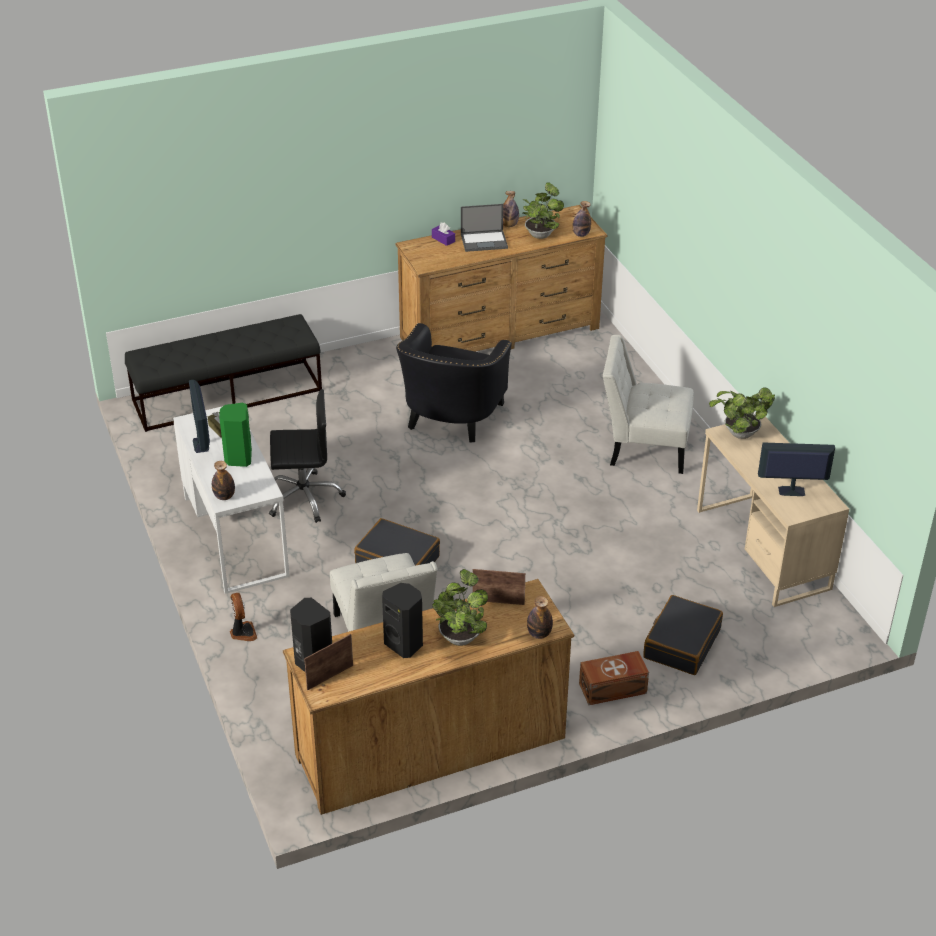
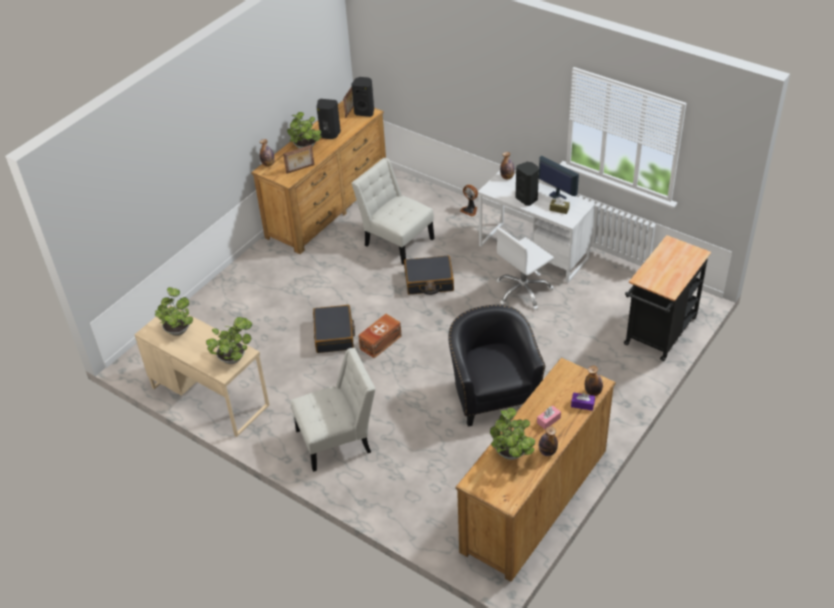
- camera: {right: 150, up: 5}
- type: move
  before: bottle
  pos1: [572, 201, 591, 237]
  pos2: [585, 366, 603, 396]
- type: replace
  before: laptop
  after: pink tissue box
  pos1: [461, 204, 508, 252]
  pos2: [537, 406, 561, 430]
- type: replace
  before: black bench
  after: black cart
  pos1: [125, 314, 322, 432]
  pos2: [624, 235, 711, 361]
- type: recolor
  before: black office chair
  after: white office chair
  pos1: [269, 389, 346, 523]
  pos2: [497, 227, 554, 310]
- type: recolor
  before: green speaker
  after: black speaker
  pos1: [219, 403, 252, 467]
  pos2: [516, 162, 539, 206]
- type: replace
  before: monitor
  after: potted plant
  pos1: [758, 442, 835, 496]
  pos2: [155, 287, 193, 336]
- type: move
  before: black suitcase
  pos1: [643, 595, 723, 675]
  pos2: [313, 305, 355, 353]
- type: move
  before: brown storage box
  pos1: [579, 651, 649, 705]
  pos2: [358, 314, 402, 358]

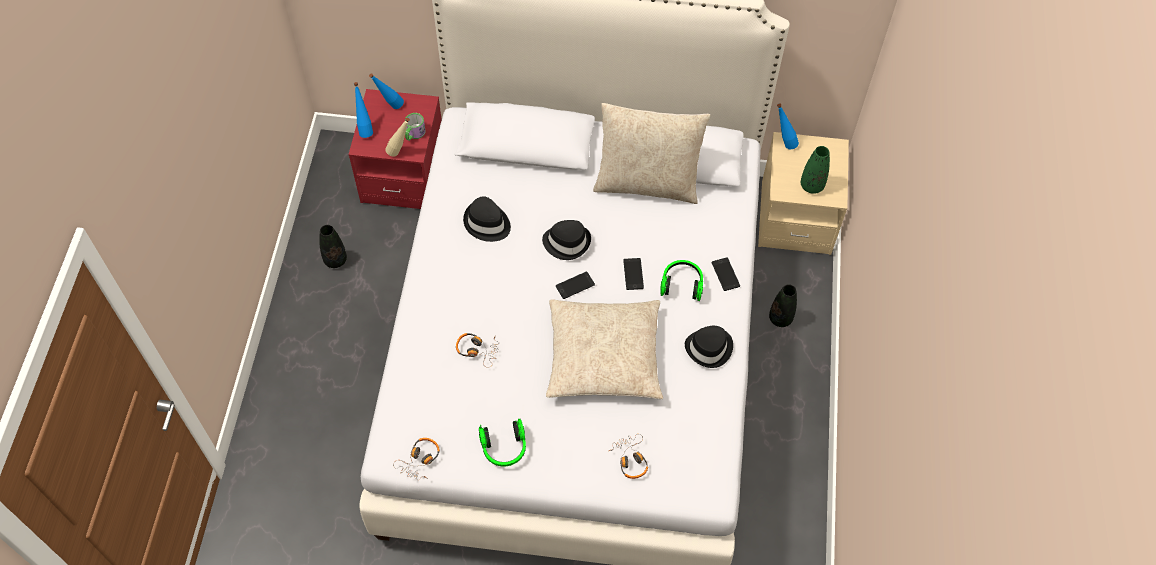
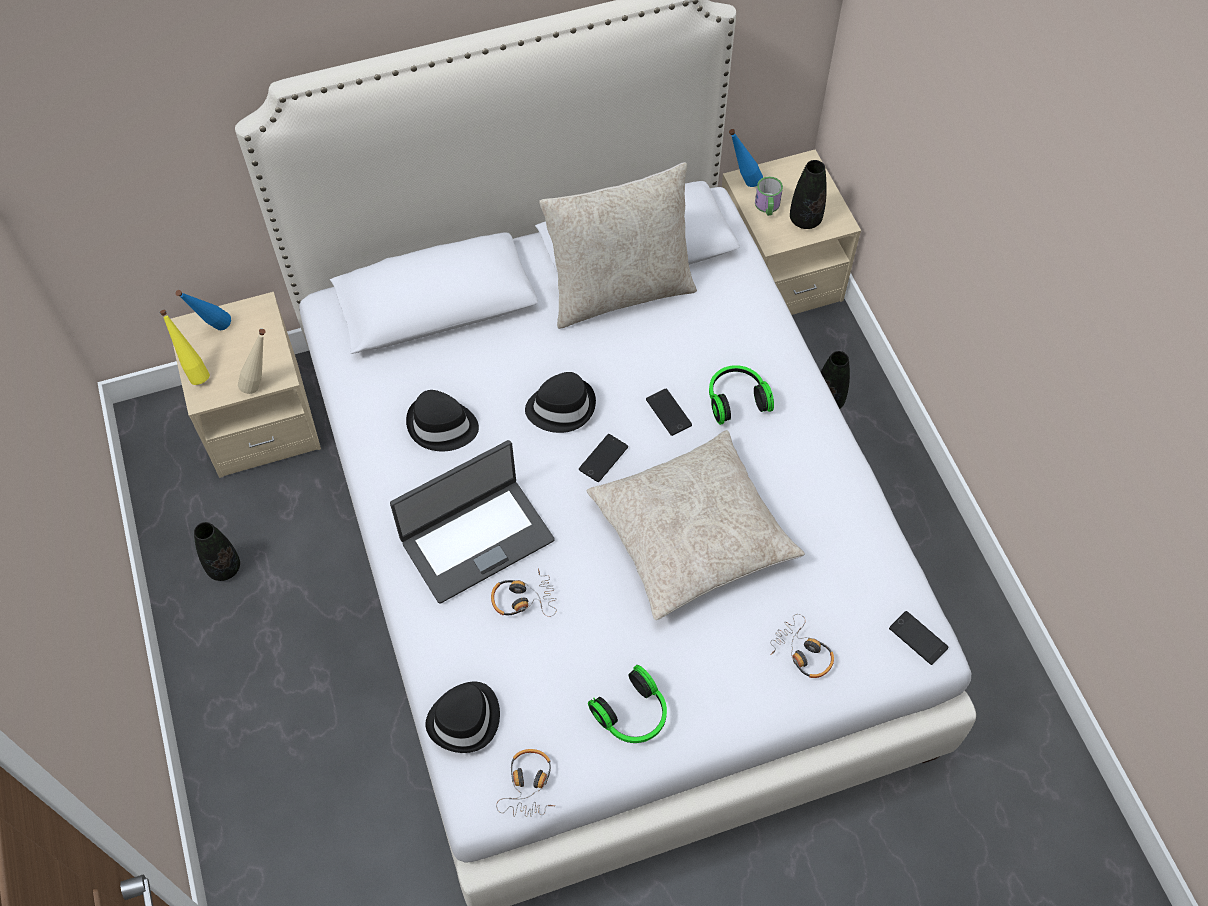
- camera: {right: -25, up: 0}
- type: recolor
  before: blue bottle
  after: yellow bottle
  pos1: [354, 82, 373, 138]
  pos2: [160, 310, 210, 385]
- type: recolor
  before: red nightstand
  after: beige nightstand
  pos1: [348, 89, 442, 209]
  pos2: [171, 292, 321, 478]
- type: move
  before: mug
  pos1: [405, 113, 426, 141]
  pos2: [755, 176, 783, 216]
- type: recolor
  before: green vase
  after: black vase
  pos1: [801, 146, 830, 194]
  pos2: [790, 160, 827, 229]
- type: move
  before: phone
  pos1: [712, 257, 740, 291]
  pos2: [889, 611, 948, 665]
- type: move
  before: black hat
  pos1: [685, 326, 733, 368]
  pos2: [425, 682, 500, 753]
- type: insert
  after: laptop
  pos2: [390, 440, 555, 604]

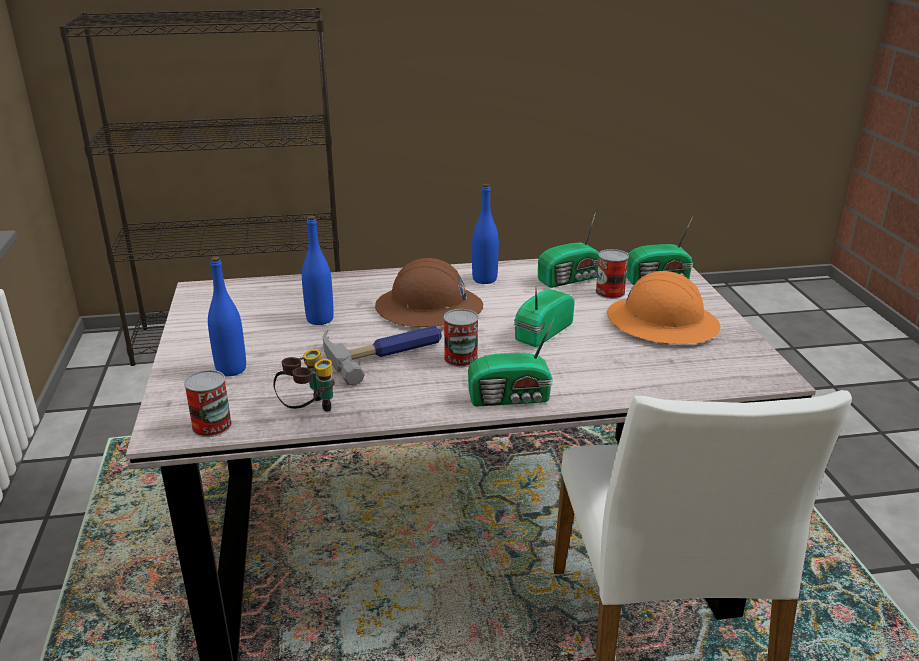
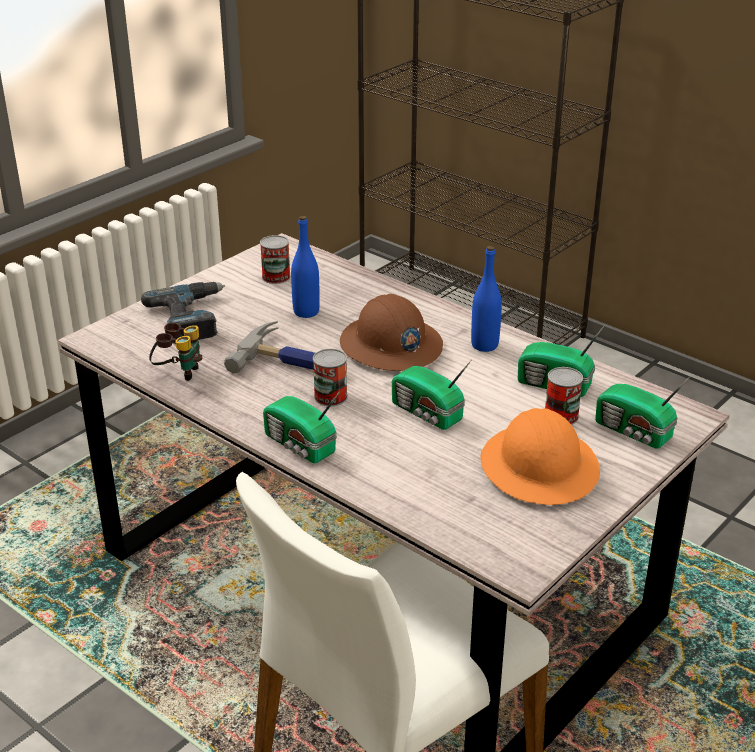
- camera: {right: 50, up: 5}
- type: replace
  before: blue bottle
  after: power drill
  pos1: [208, 256, 246, 376]
  pos2: [141, 282, 225, 344]
- type: rotate
  before: radio
  pos1: [514, 288, 575, 347]
  pos2: [392, 361, 471, 430]
  turn: -135
- type: move
  before: can
  pos1: [184, 370, 232, 437]
  pos2: [260, 235, 291, 284]

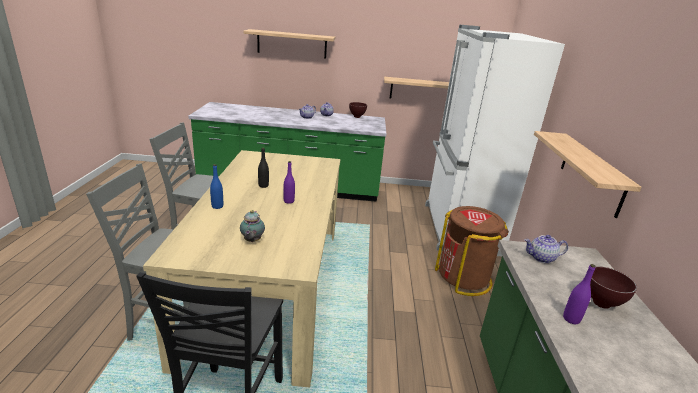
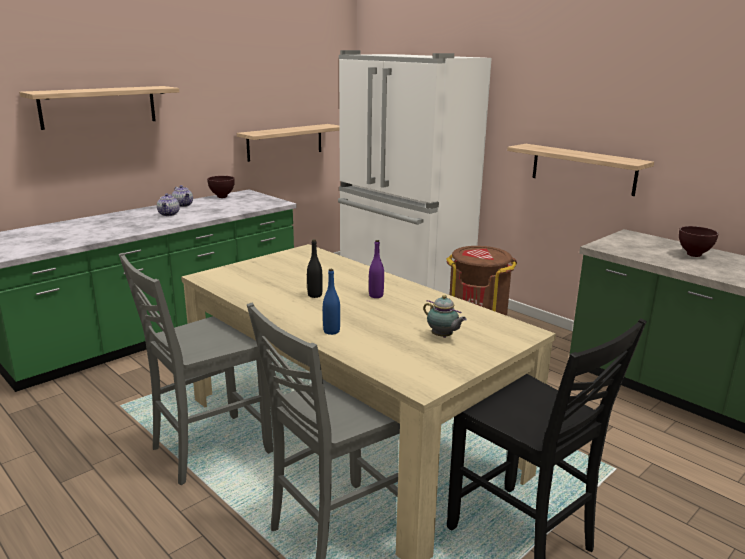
- camera: {right: -45, up: -5}
- type: delete
  before: teapot
  pos1: [525, 235, 568, 263]
- type: delete
  before: purple bottle
  pos1: [563, 264, 596, 324]

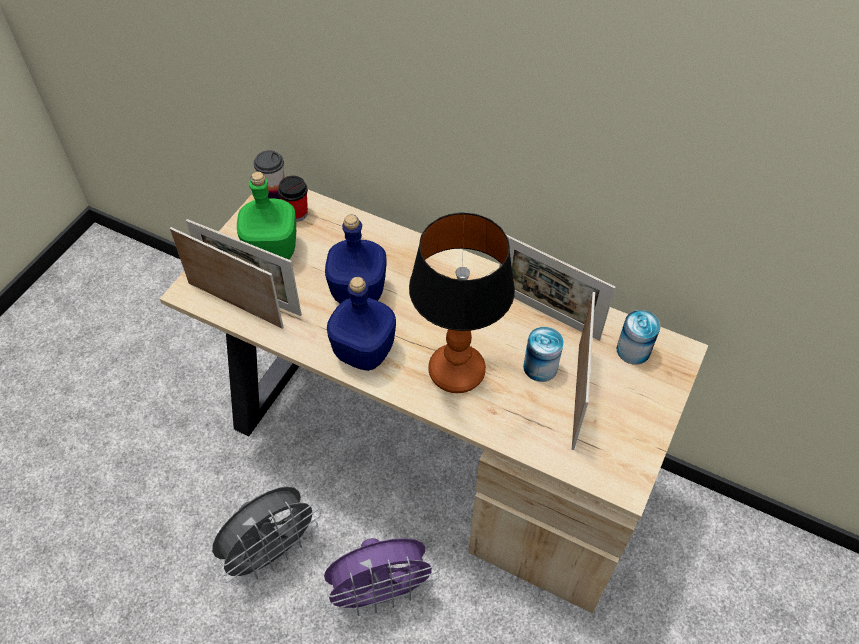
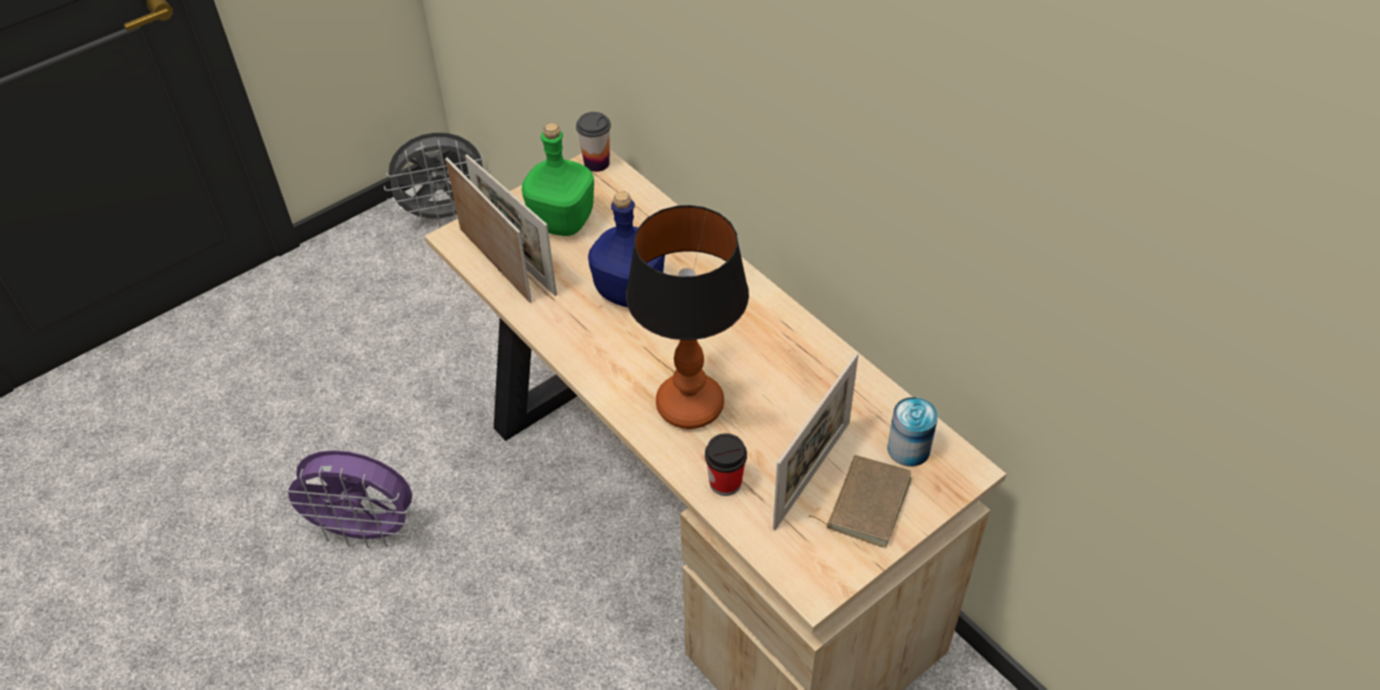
- camera: {right: 25, up: -5}
- type: move
  before: cup
  pos1: [278, 176, 308, 222]
  pos2: [705, 433, 747, 496]
- type: delete
  before: picture frame
  pos1: [499, 235, 615, 341]
- type: delete
  before: blue bottle
  pos1: [327, 277, 396, 371]
- type: delete
  before: can
  pos1: [523, 327, 564, 382]
- type: move
  before: grey fan
  pos1: [212, 487, 321, 585]
  pos2: [384, 132, 491, 226]
- type: move
  before: purple fan
  pos1: [321, 538, 440, 616]
  pos2: [279, 450, 414, 549]
- type: insert
  after: brown book
  pos2: [808, 455, 912, 548]

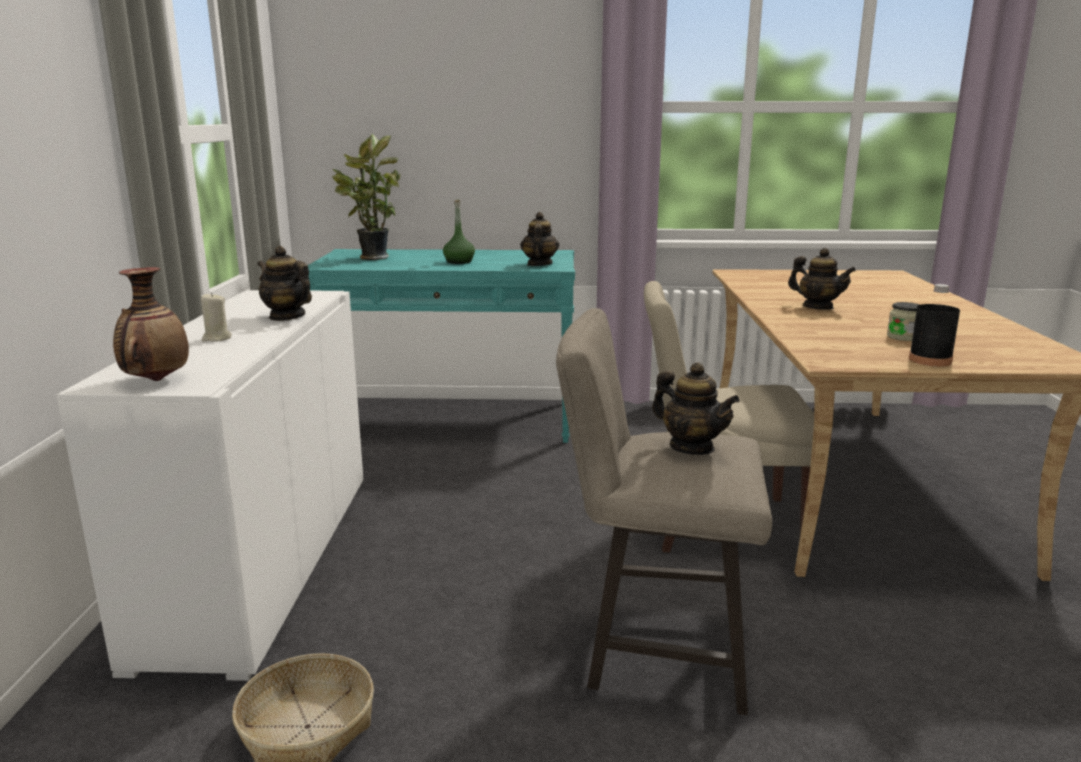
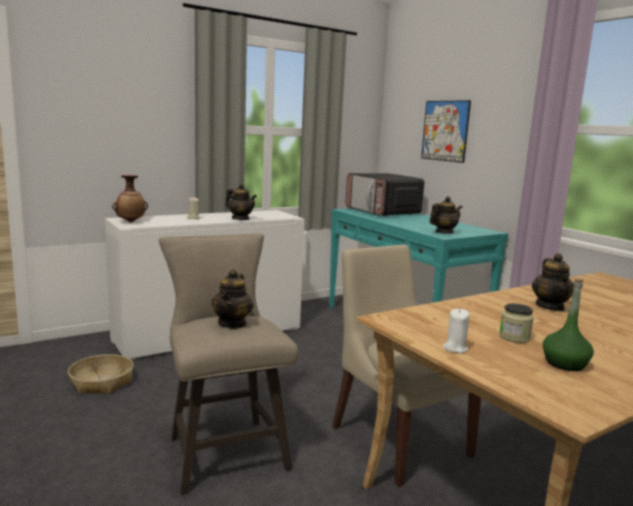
- camera: {right: 55, up: -5}
- type: replace
  before: potted plant
  after: microwave
  pos1: [332, 134, 401, 260]
  pos2: [346, 173, 424, 216]
- type: move
  before: green bottle
  pos1: [443, 200, 475, 264]
  pos2: [543, 279, 594, 371]
- type: rotate
  before: teapot
  pos1: [257, 246, 312, 321]
  pos2: [225, 184, 257, 220]
  turn: 120
- type: replace
  before: black bottle
  after: white candle
  pos1: [909, 284, 960, 366]
  pos2: [443, 309, 470, 353]
- type: insert
  after: picture
  pos2: [421, 100, 471, 163]

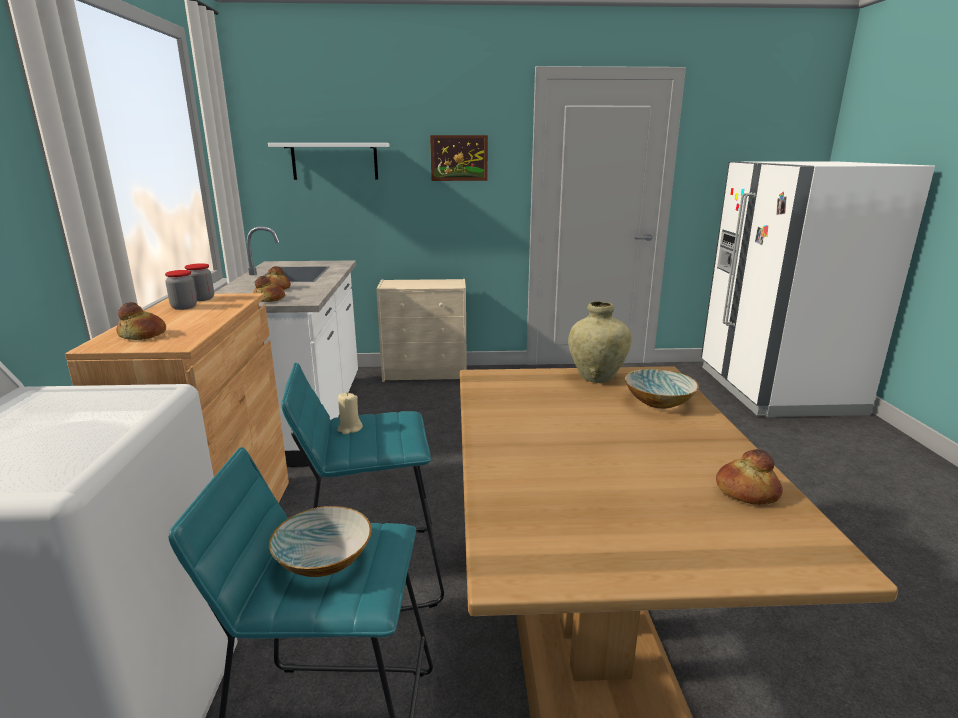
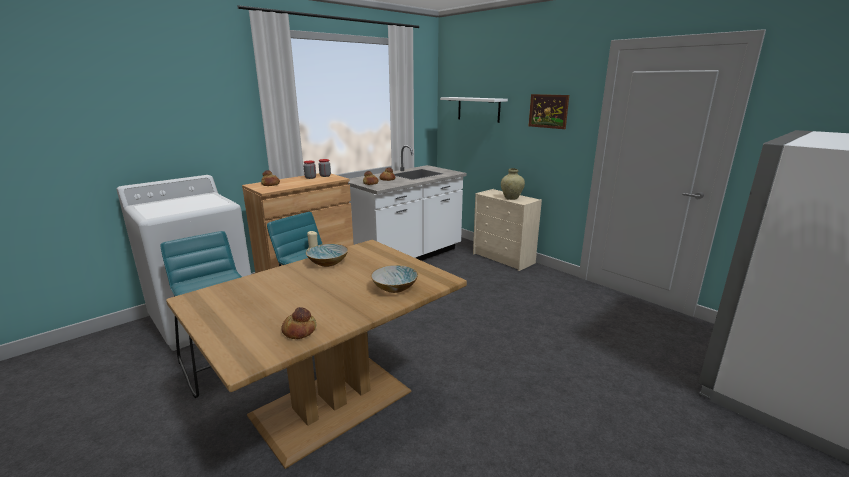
- camera: {right: 50, up: 0}
- type: move
  before: beige vase
  pos1: [568, 301, 632, 383]
  pos2: [501, 168, 525, 200]
- type: move
  before: bowl
  pos1: [269, 506, 372, 577]
  pos2: [306, 244, 348, 267]

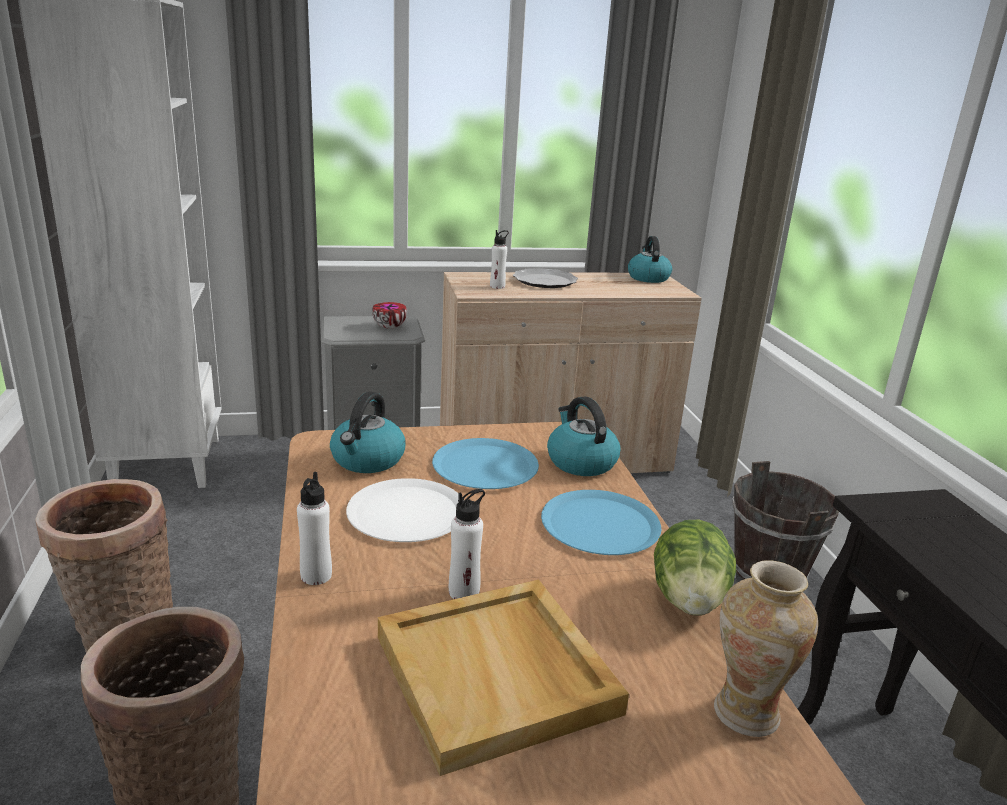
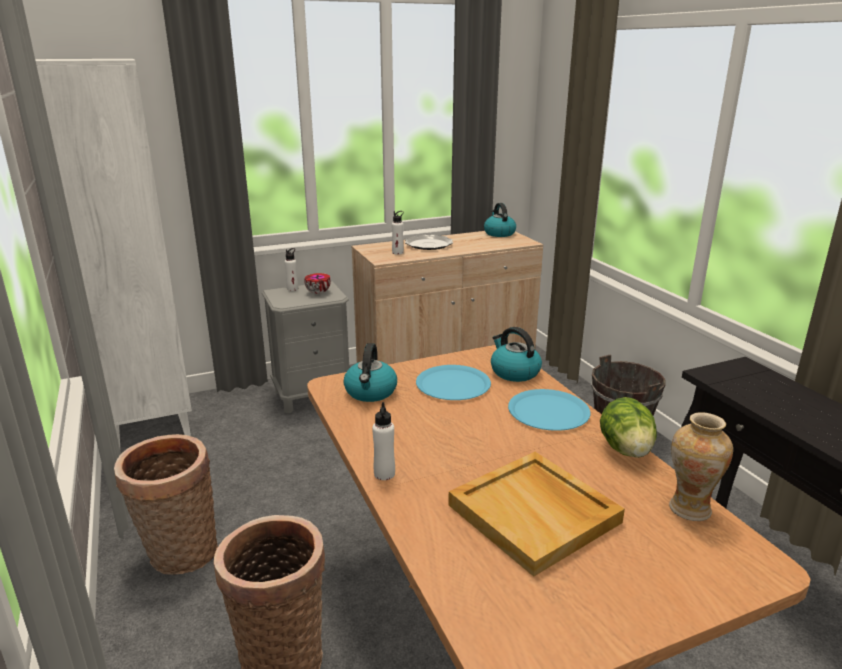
- camera: {right: -10, up: 0}
- type: delete
  before: white plate
  pos1: [346, 478, 464, 542]
- type: move
  before: white bottle
  pos1: [449, 489, 485, 599]
  pos2: [285, 248, 298, 291]

